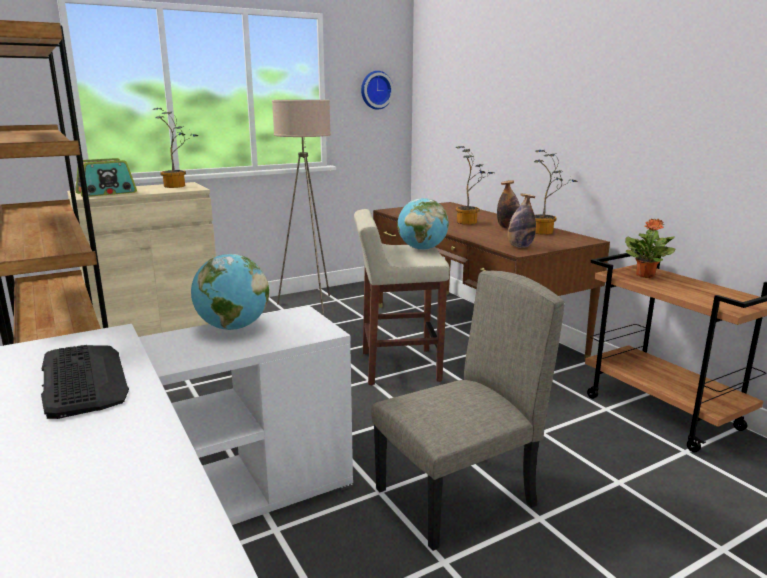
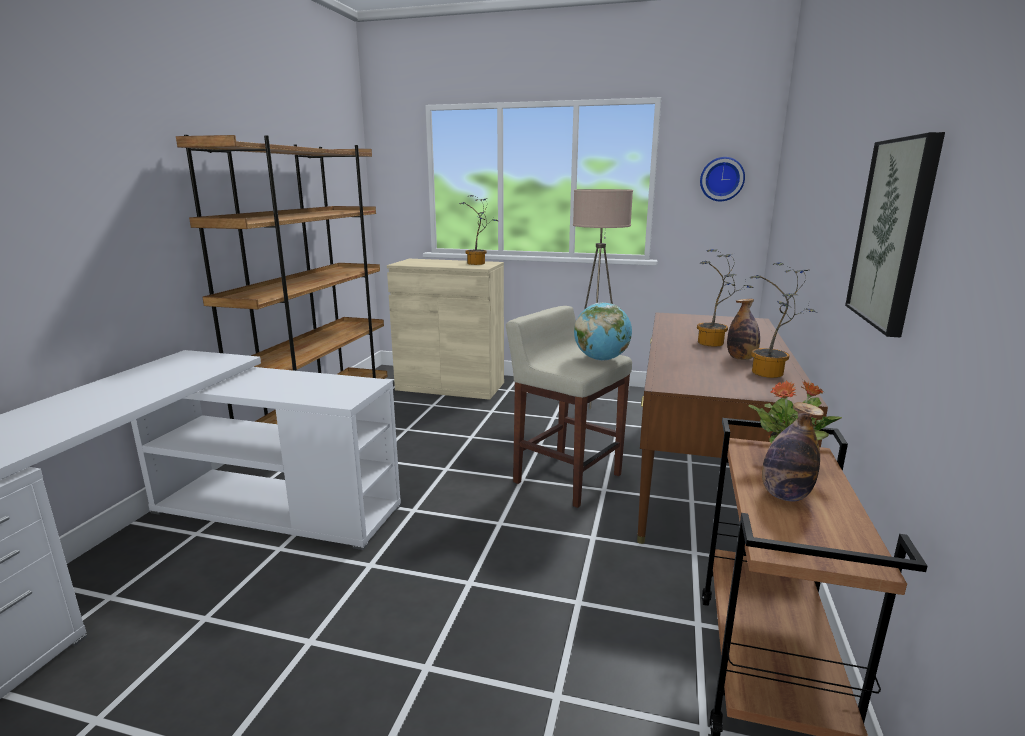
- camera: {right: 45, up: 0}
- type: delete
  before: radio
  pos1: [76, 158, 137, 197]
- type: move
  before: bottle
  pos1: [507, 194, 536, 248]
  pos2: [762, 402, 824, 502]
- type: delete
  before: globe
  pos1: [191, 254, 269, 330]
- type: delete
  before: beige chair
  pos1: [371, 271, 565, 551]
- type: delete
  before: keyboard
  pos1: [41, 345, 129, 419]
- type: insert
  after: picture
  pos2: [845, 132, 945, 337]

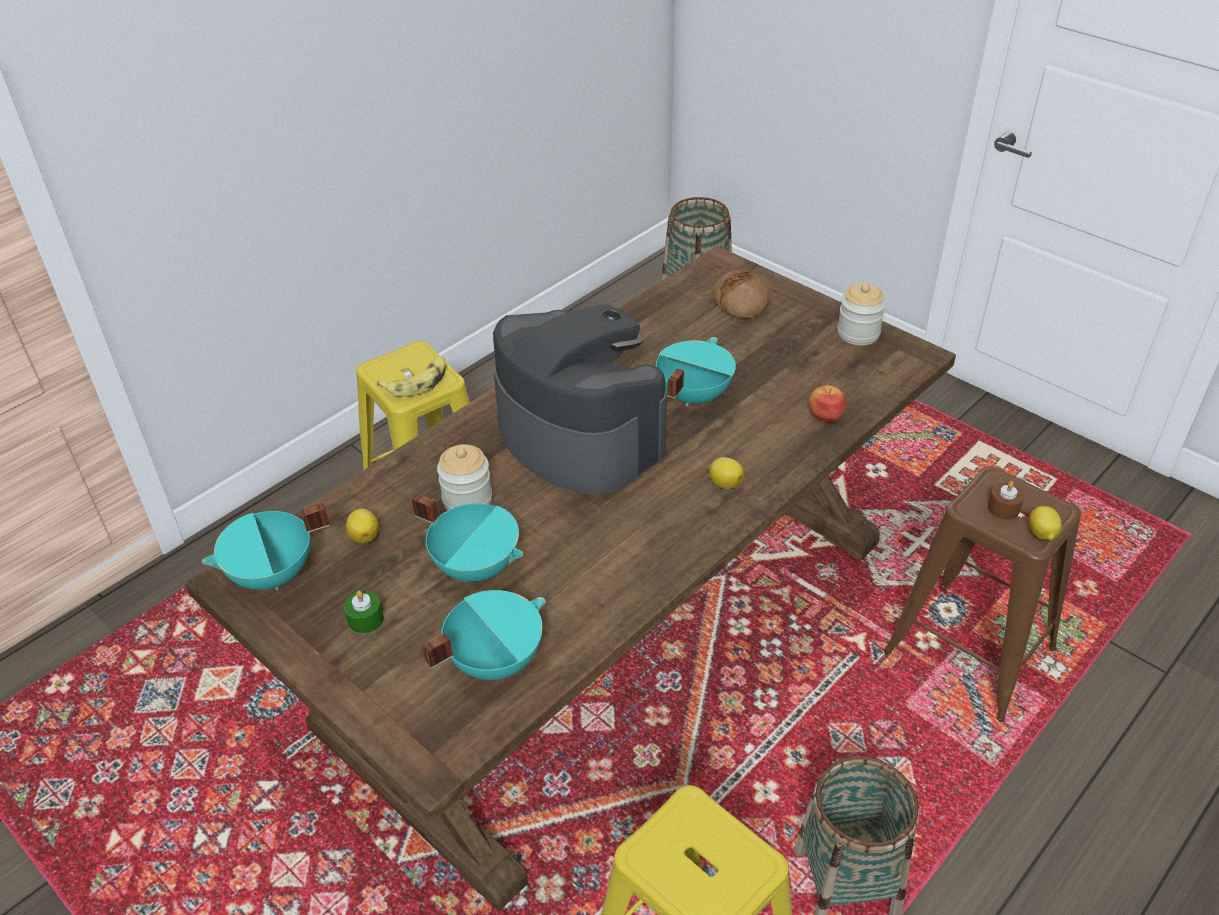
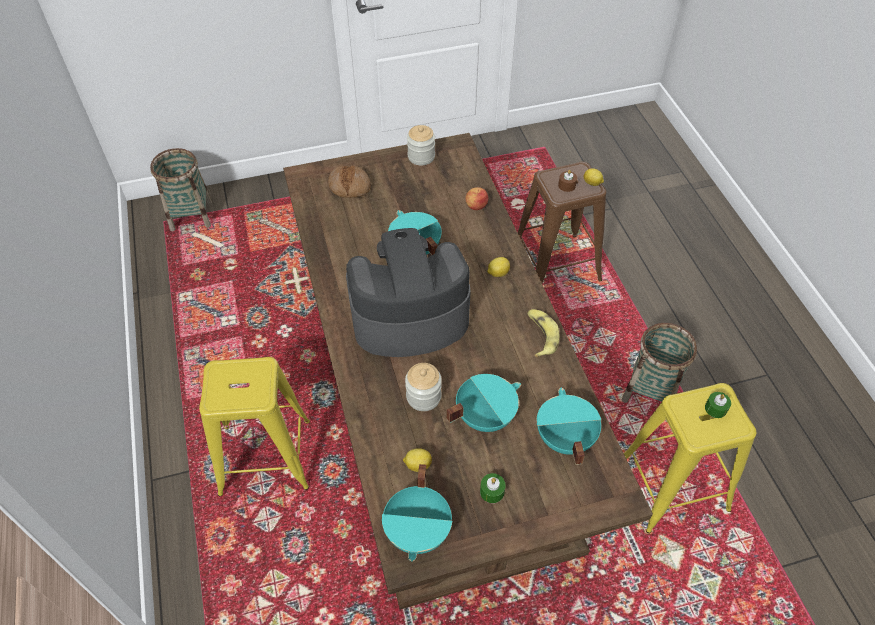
- camera: {right: -60, up: 10}
- type: move
  before: banana
  pos1: [377, 356, 446, 397]
  pos2: [527, 309, 560, 358]
- type: insert
  after: green candle
  pos2: [705, 392, 731, 418]

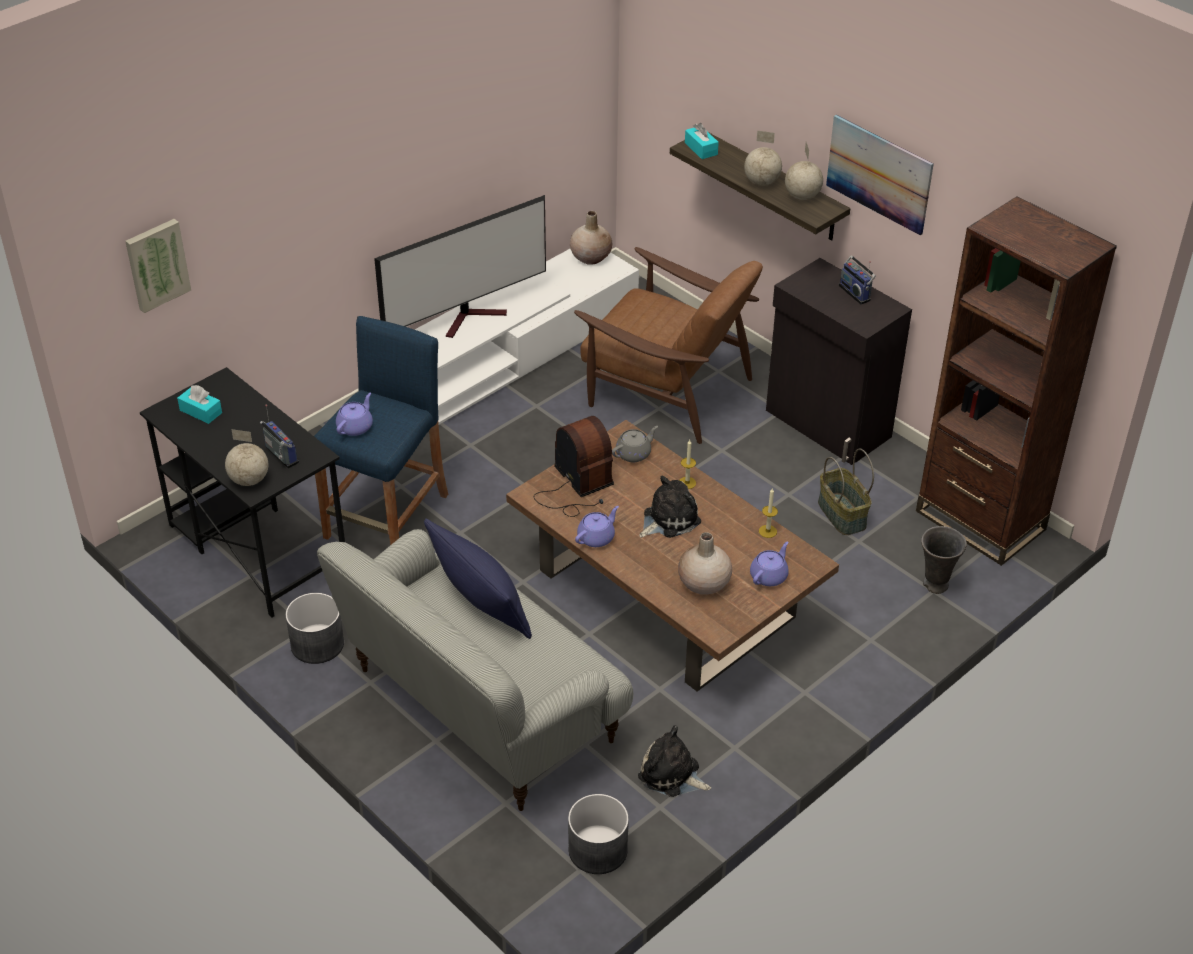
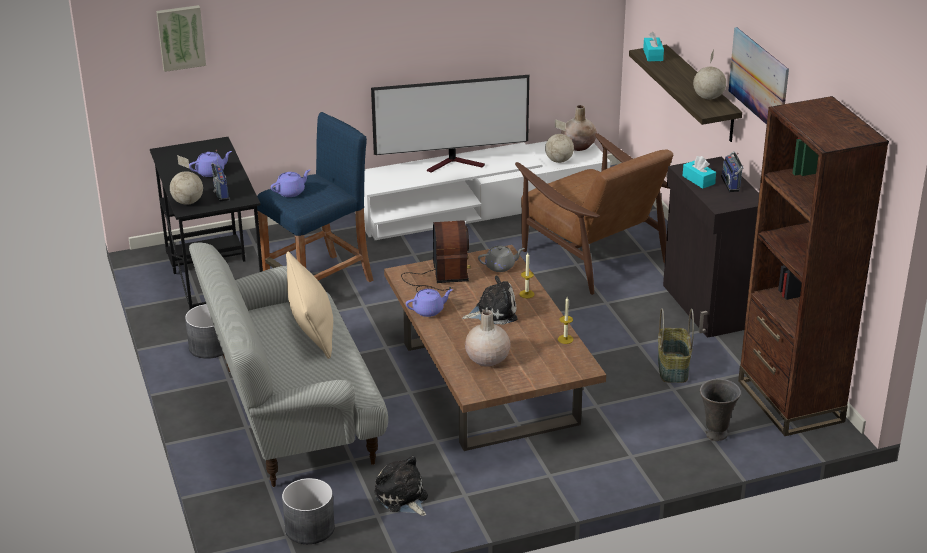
- camera: {right: 25, up: -10}
- type: move
  before: globe
  pos1: [744, 131, 782, 186]
  pos2: [545, 119, 574, 163]
- type: move
  before: turquoise tissue box
  pos1: [177, 385, 222, 424]
  pos2: [683, 156, 716, 189]
- type: recolor
  before: blue pillow
  after: beige pillow
  pos1: [424, 519, 532, 639]
  pos2: [286, 252, 333, 359]
- type: move
  before: purple teapot
  pos1: [750, 541, 789, 586]
  pos2: [189, 151, 232, 177]

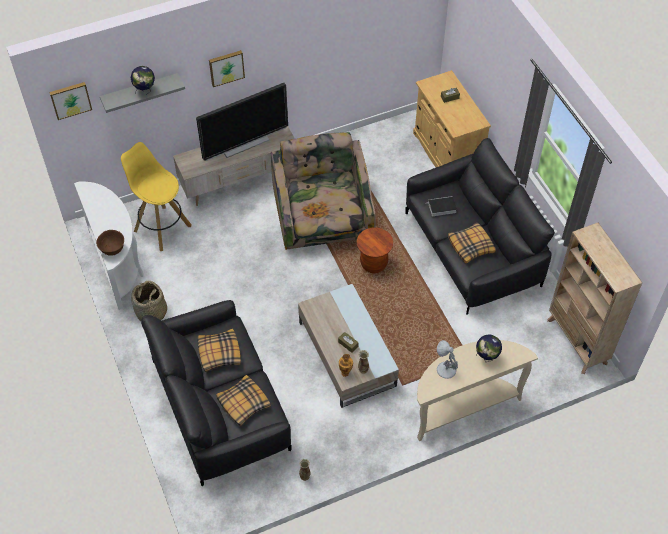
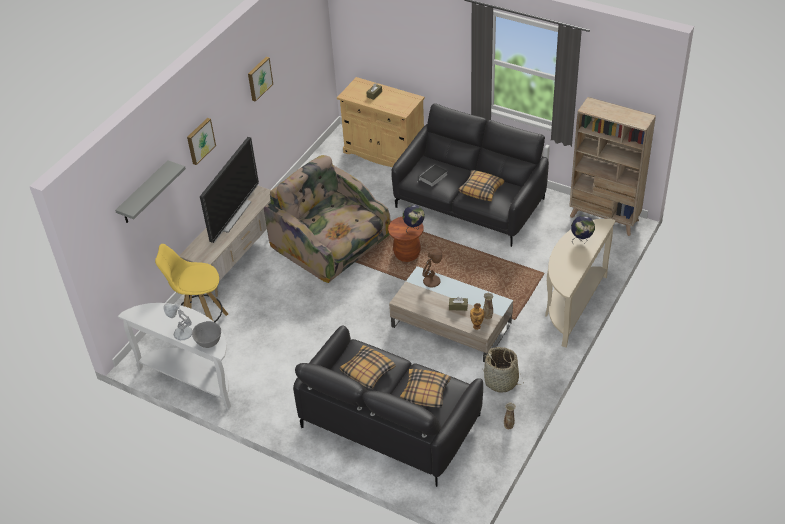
- camera: {right: -35, up: -10}
- type: move
  before: globe
  pos1: [131, 66, 155, 95]
  pos2: [403, 205, 425, 234]
- type: move
  before: picture
  pos1: [49, 82, 92, 120]
  pos2: [248, 57, 273, 102]
- type: recolor
  before: brown bowl
  after: grey bowl
  pos1: [96, 230, 124, 256]
  pos2: [192, 321, 221, 348]
- type: move
  before: basket
  pos1: [131, 281, 167, 321]
  pos2: [483, 347, 522, 393]
- type: move
  before: white table lamp
  pos1: [437, 340, 458, 379]
  pos2: [164, 303, 192, 340]
- type: insert
  after: brown table lamp
  pos2: [422, 249, 442, 288]

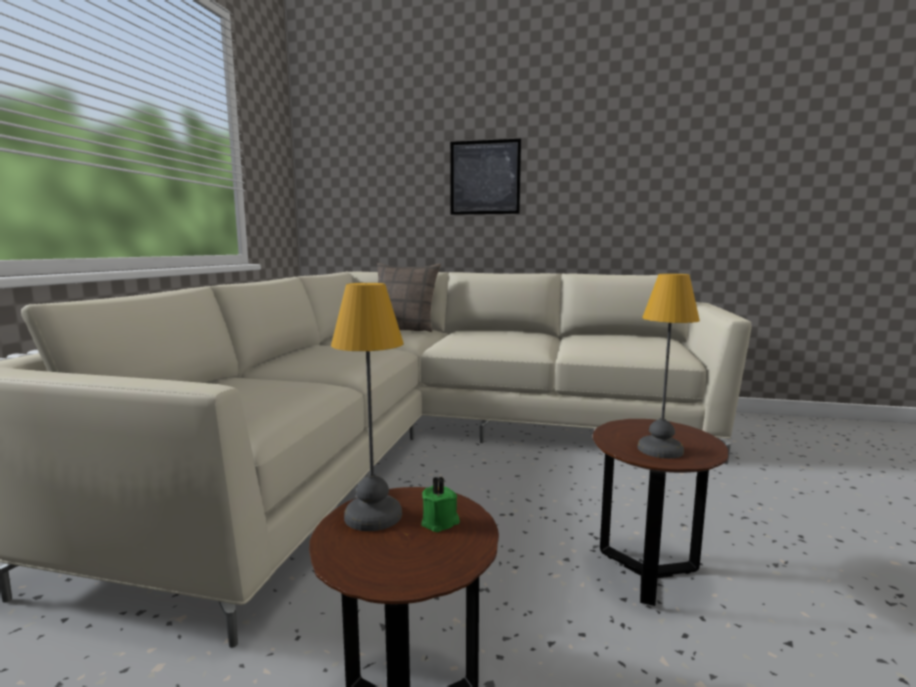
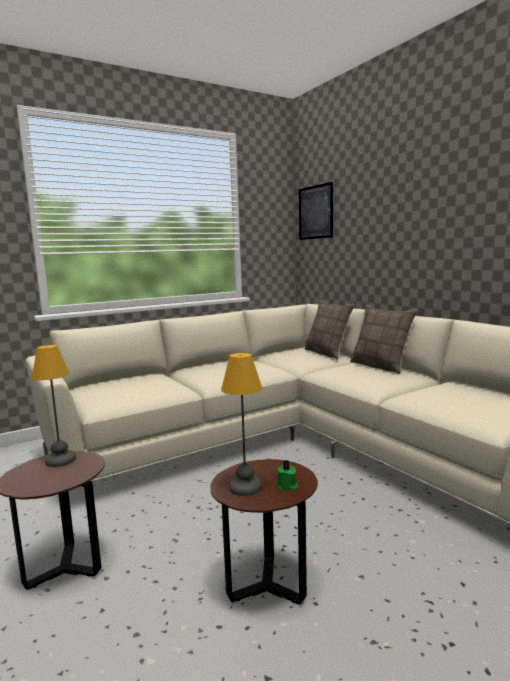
- camera: {right: 45, up: 0}
- type: move
  before: picture
  pos1: [450, 139, 521, 215]
  pos2: [299, 182, 333, 240]
- type: move
  before: green candle
  pos1: [421, 476, 460, 532]
  pos2: [277, 460, 298, 491]
- type: insert
  after: pillow
  pos2: [350, 304, 418, 374]

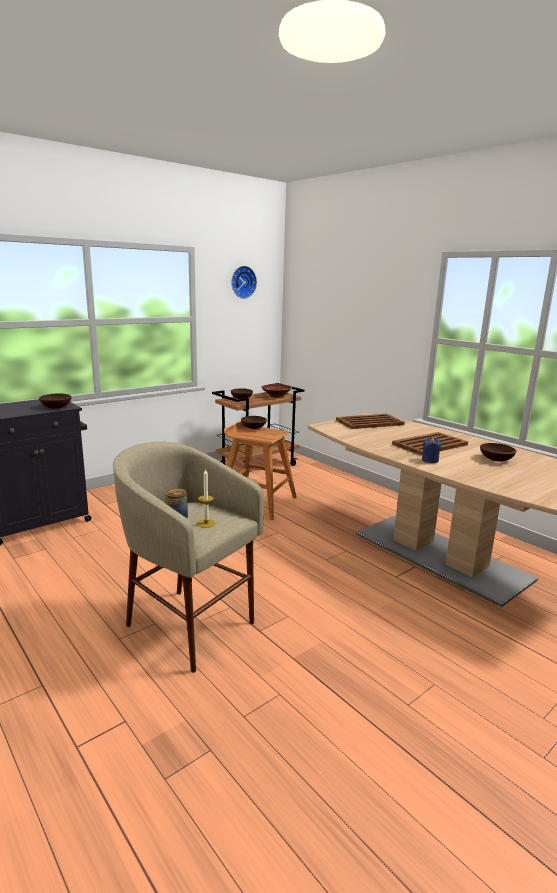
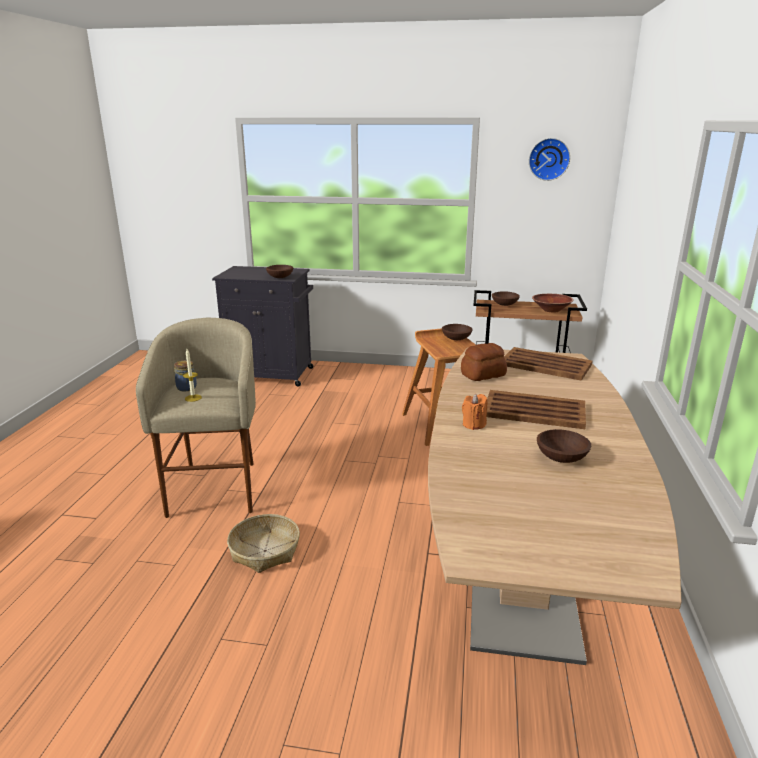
- camera: {right: 50, up: 5}
- type: recolor
  before: blue candle
  after: orange candle
  pos1: [422, 437, 441, 463]
  pos2: [462, 394, 487, 430]
- type: insert
  after: bread
  pos2: [461, 343, 507, 381]
- type: insert
  after: basket
  pos2: [227, 514, 300, 573]

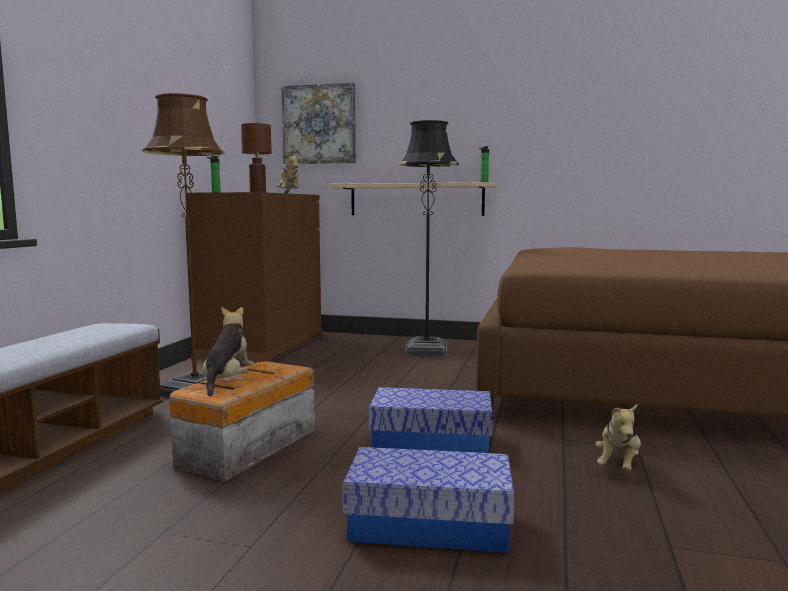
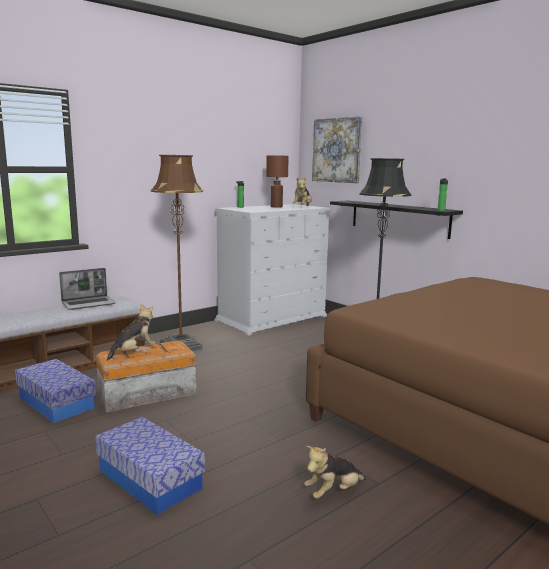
- camera: {right: 35, up: 5}
- type: recolor
  before: beige shelf
  after: black shelf
  pos1: [330, 182, 497, 216]
  pos2: [330, 201, 463, 239]
- type: recolor
  before: brown dresser
  after: white dresser
  pos1: [187, 192, 323, 362]
  pos2: [215, 204, 330, 336]
- type: move
  before: storage box
  pos1: [368, 387, 493, 453]
  pos2: [15, 359, 95, 423]
- type: insert
  after: laptop
  pos2: [59, 268, 115, 310]

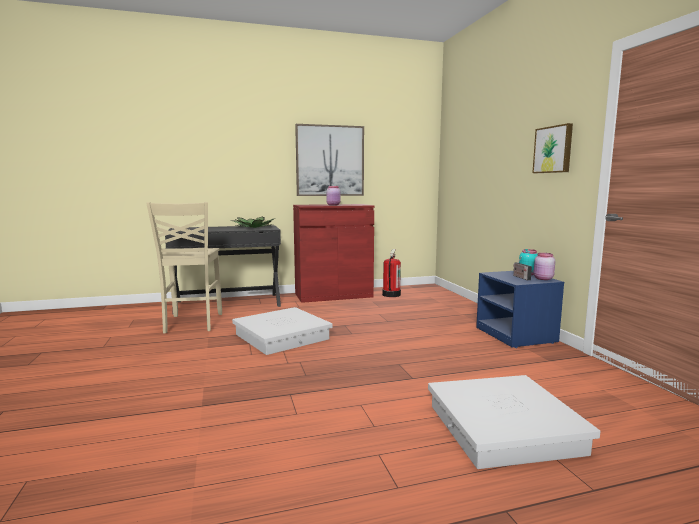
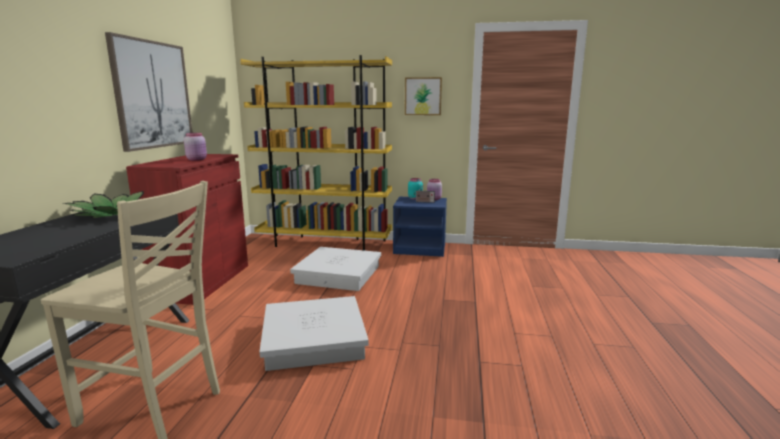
- camera: {right: -65, up: 5}
- type: delete
  before: fire extinguisher
  pos1: [382, 249, 401, 297]
- type: move
  before: white storage box
  pos1: [428, 375, 601, 469]
  pos2: [290, 247, 381, 291]
- type: insert
  after: yellow bookcase
  pos2: [240, 55, 392, 251]

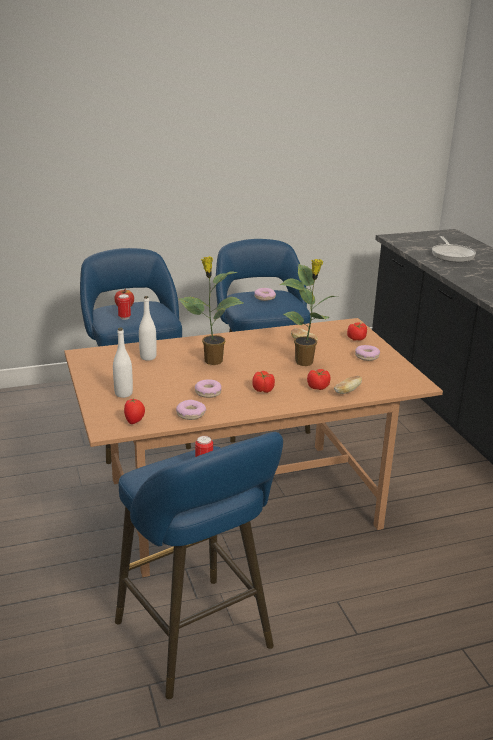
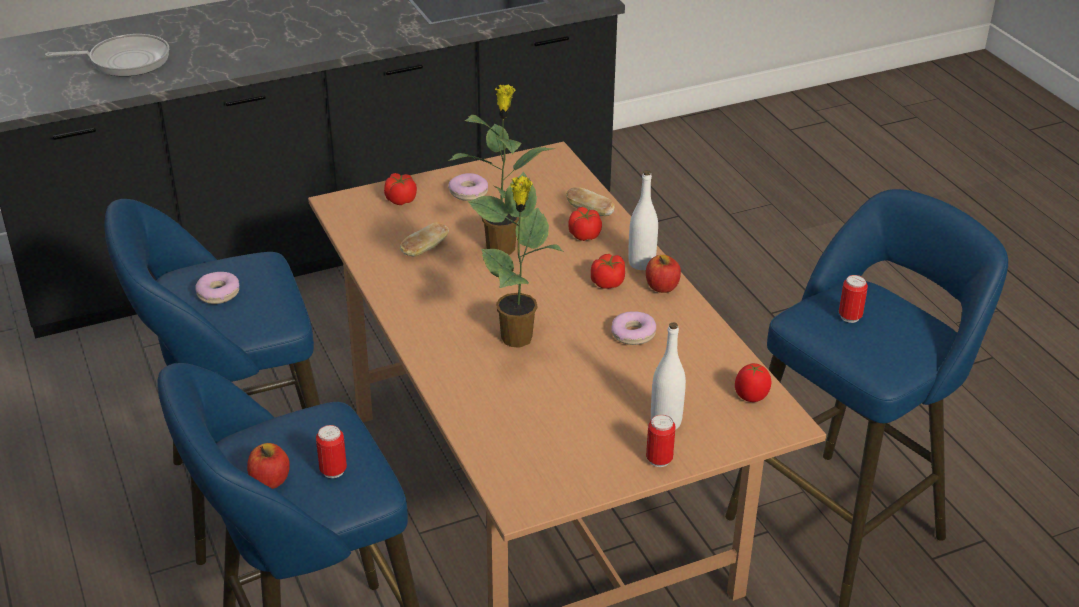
- camera: {right: -95, up: 10}
- type: move
  before: white bottle
  pos1: [139, 296, 157, 361]
  pos2: [628, 170, 658, 270]
- type: delete
  before: donut
  pos1: [176, 400, 206, 420]
- type: insert
  after: apple
  pos2: [646, 255, 681, 293]
- type: insert
  after: can
  pos2: [646, 415, 676, 467]

